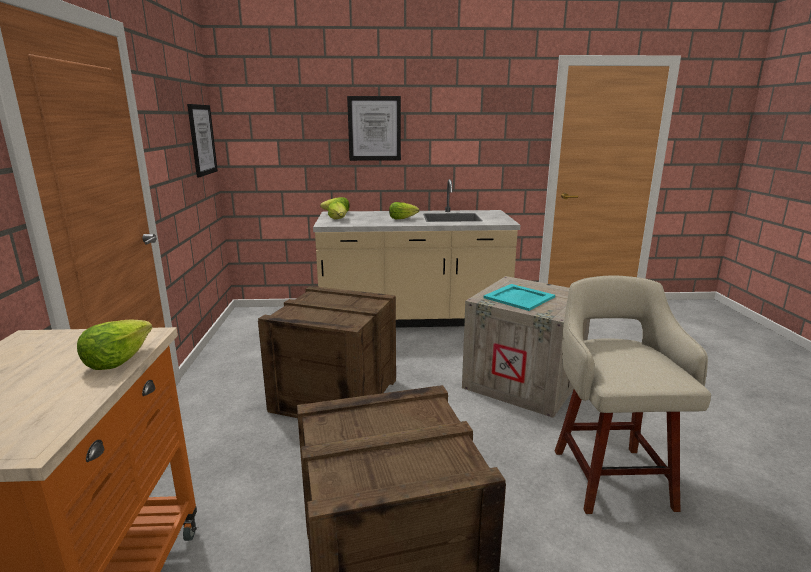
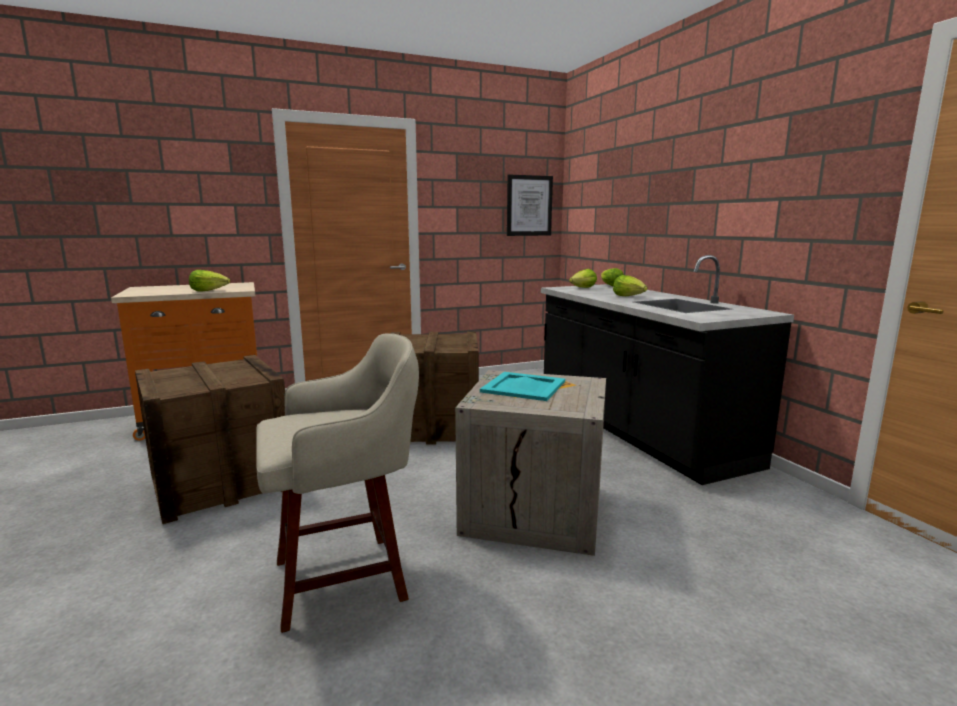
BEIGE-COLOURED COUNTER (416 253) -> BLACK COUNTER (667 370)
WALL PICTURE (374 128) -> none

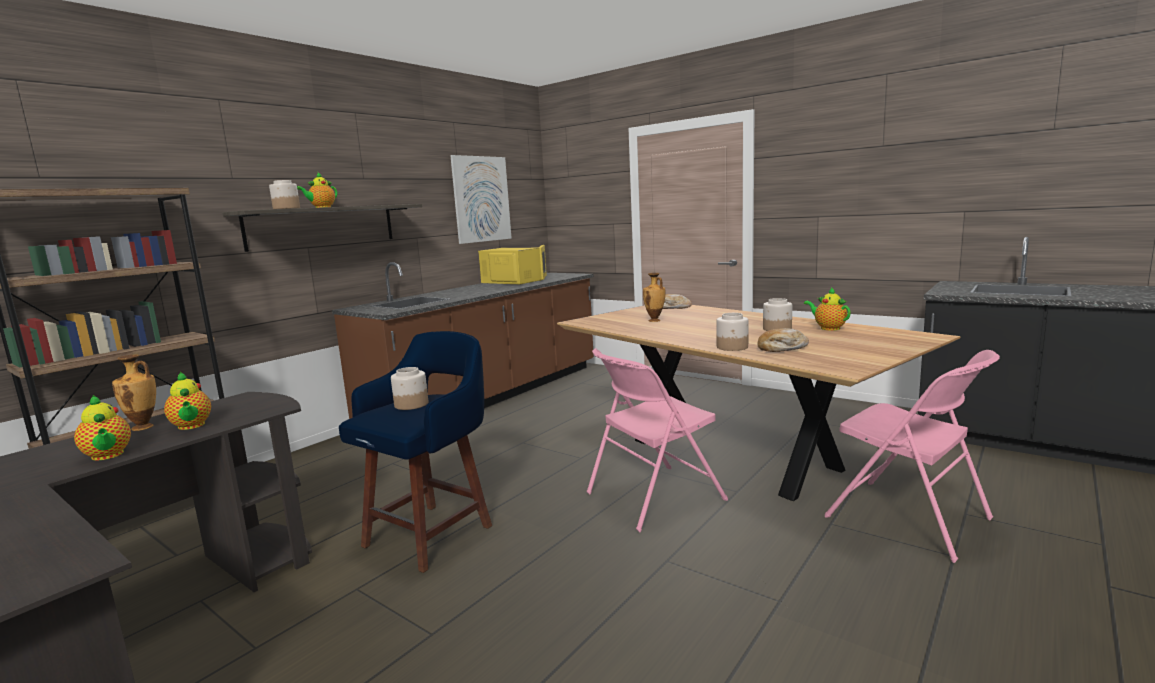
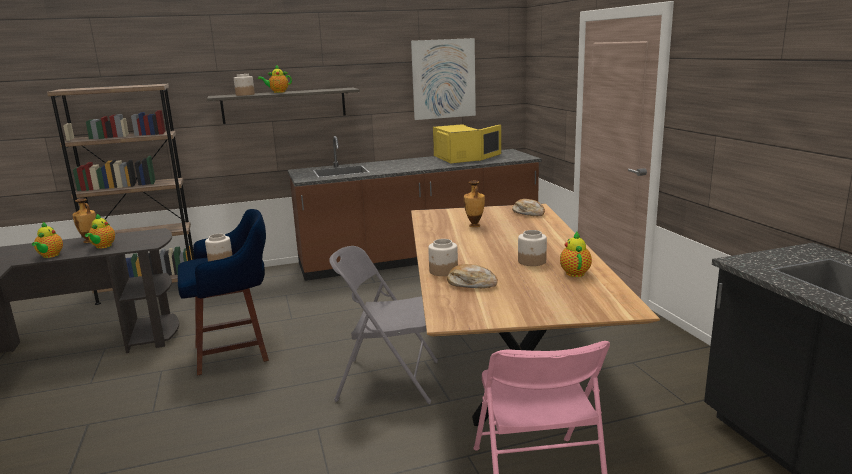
PINK-COLOURED CHAIR (657 440) -> GREYISH CHAIR (383 325)

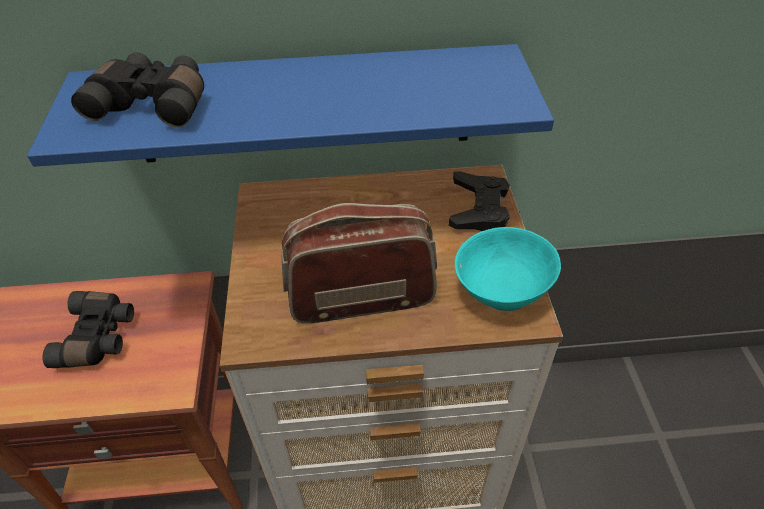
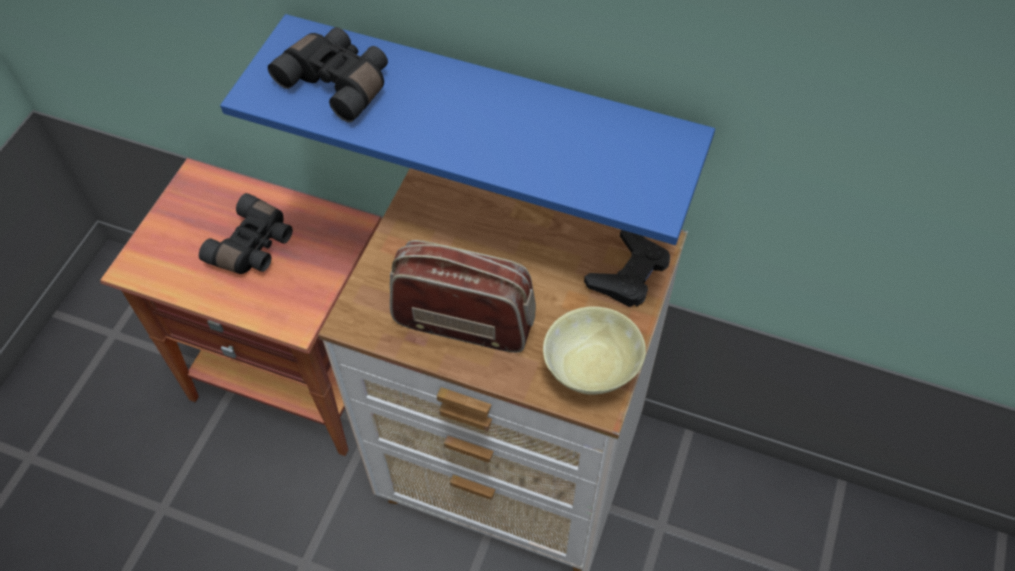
BLUE-GREEN BOWL (508 269) -> BEIGE-COLOURED BOWL (594 350)

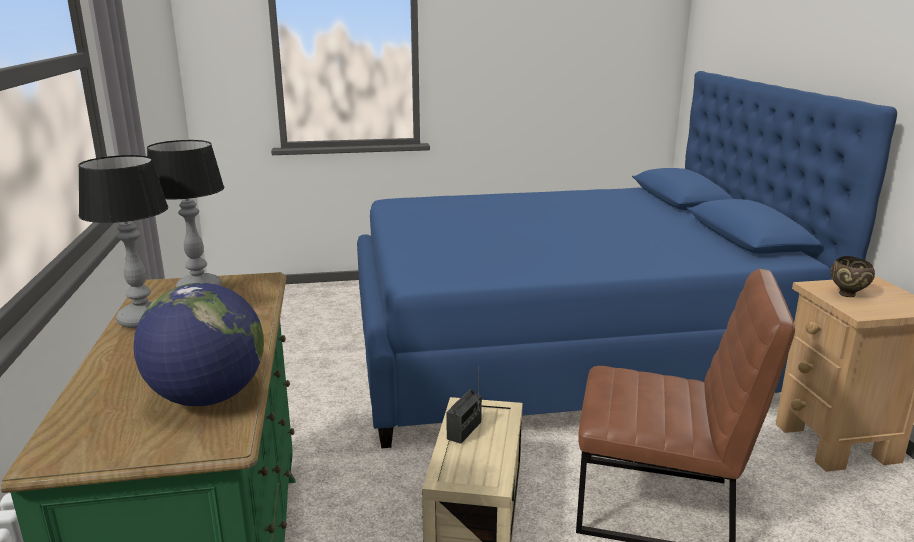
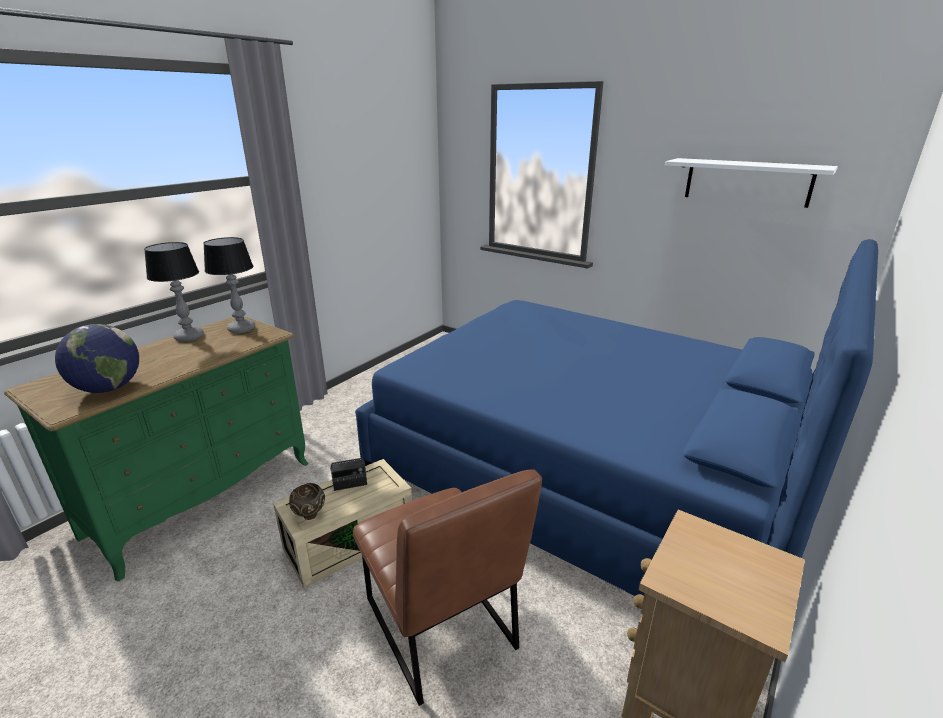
BROWNISH BOWL (853 276) -> BROWNISH BOWL (307 501), shifted
none -> WHITE SHELF (751 183)

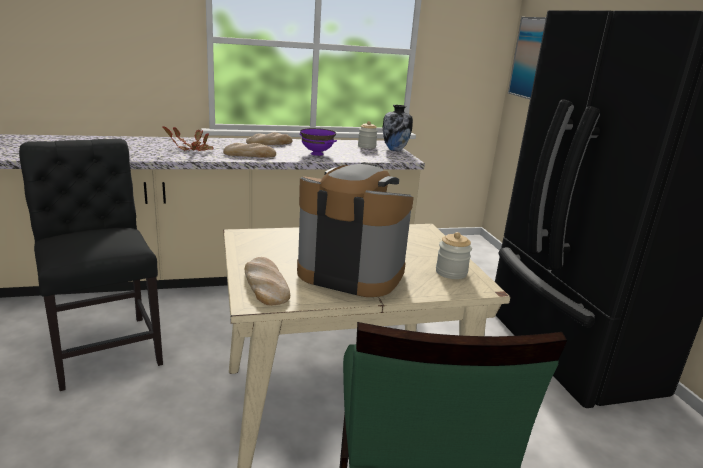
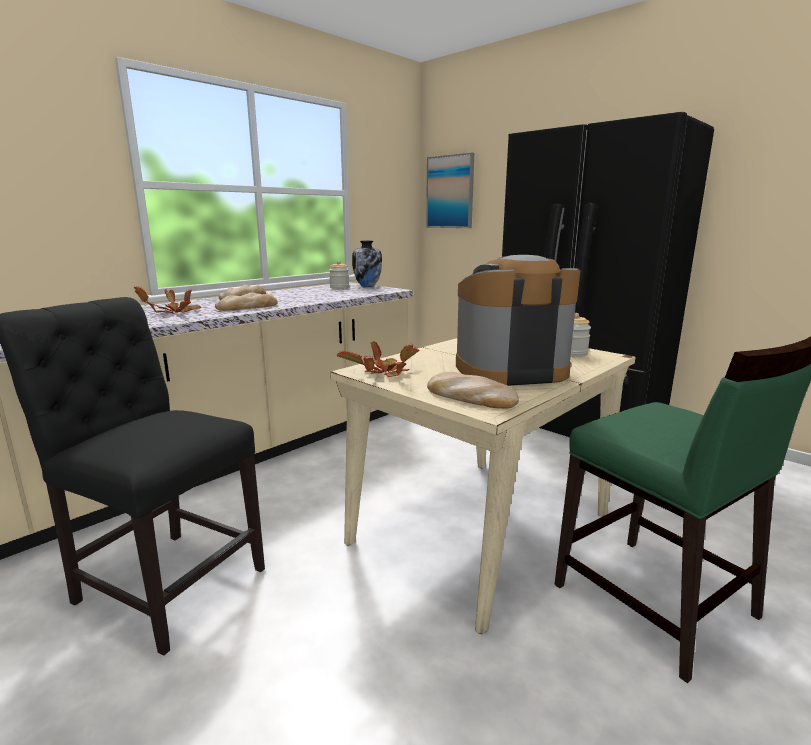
none -> PLANT IN A POT (378 359)
PURPLE-COLOURED BOWL (318 142) -> none

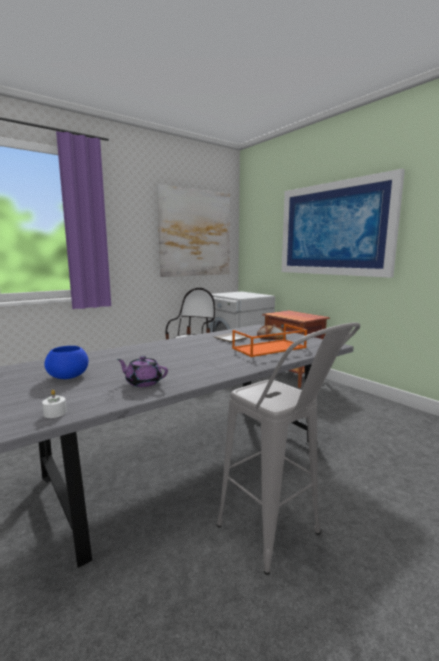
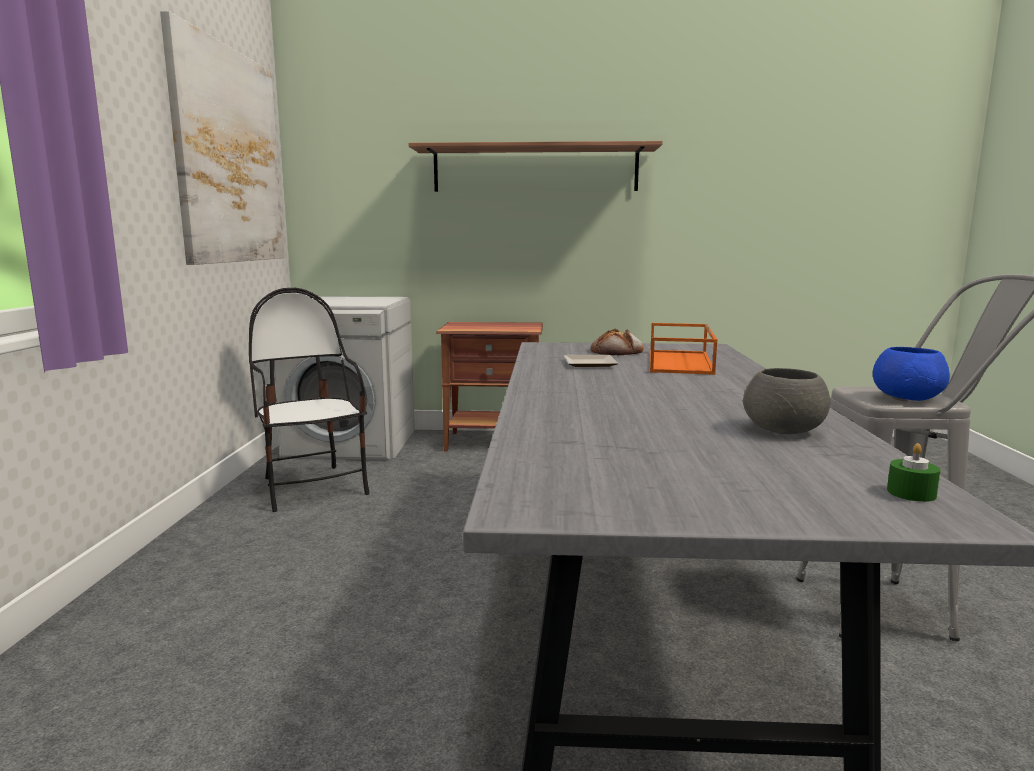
WALL PICTURE (343 223) -> SHELF (535 166)
PURPLE-COLOURED POT FOR TEA (142 371) -> GREYISH BOWL (786 401)
BLUISH BOWL (66 362) -> BLUISH BOWL (911 374), shifted
WHITE CANDLE (54 404) -> GREEN CANDLE (914 472)

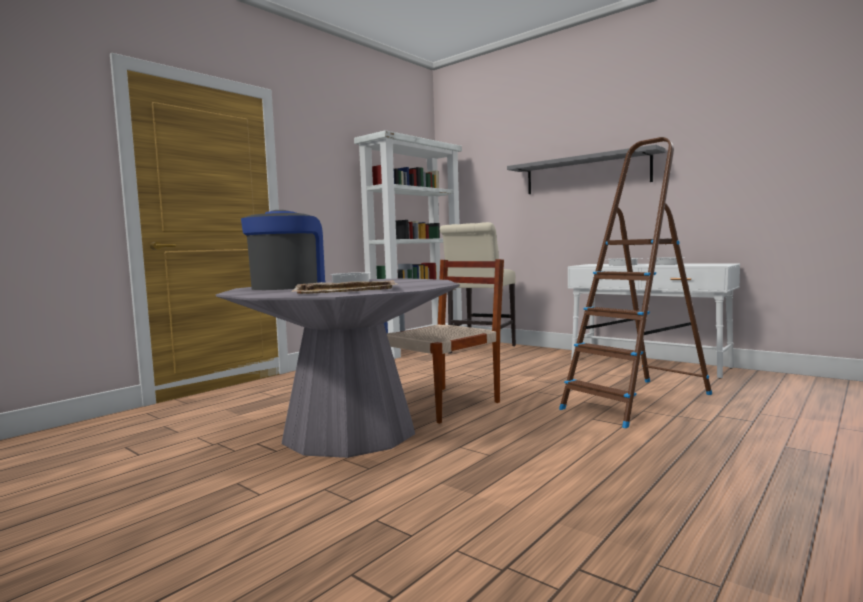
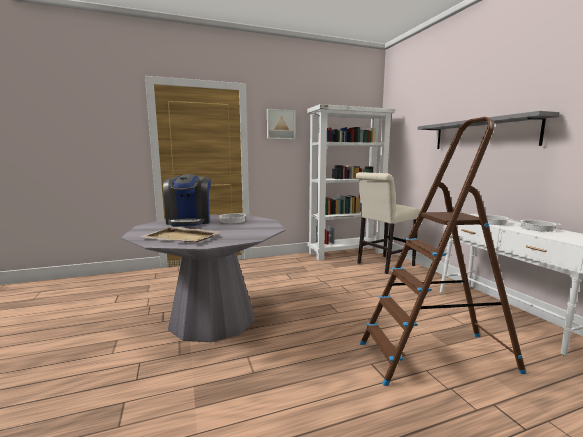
COFFEE MACHINE (283 250) -> COFFEE MACHINE (187 200), 135 degrees clockwise
none -> WALL PICTURE (281 124)
CHAIR (445 341) -> none

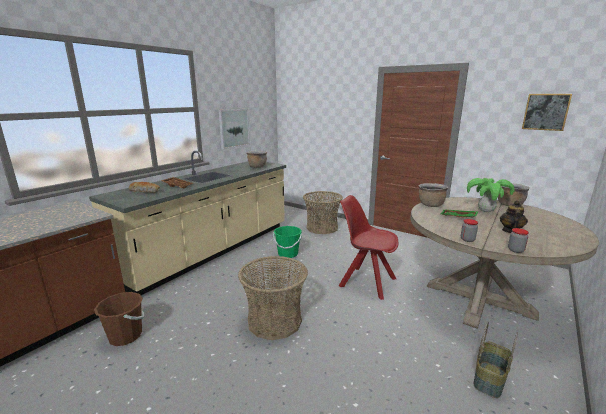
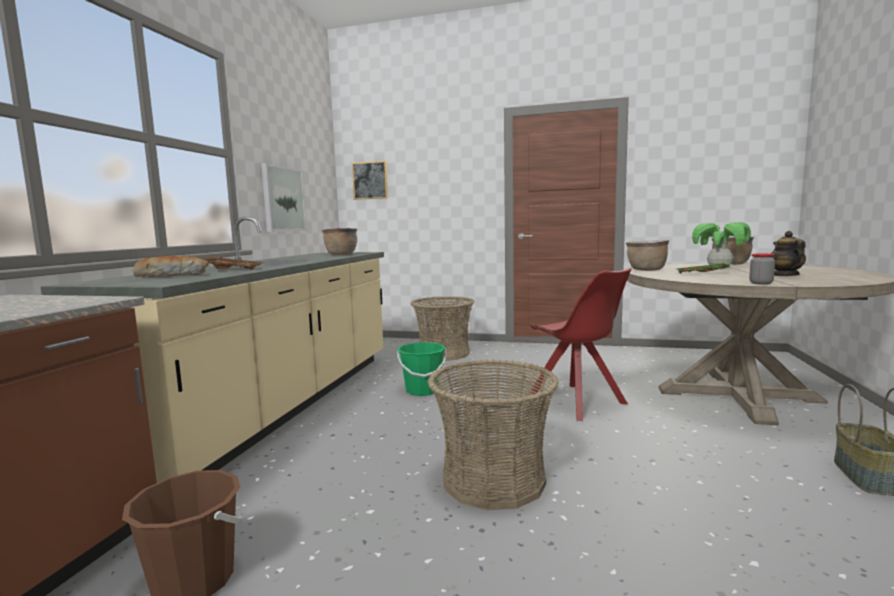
WALL PICTURE (547 112) -> WALL PICTURE (370 180), shifted
REDDISH CHAIR (368 247) -> REDDISH CHAIR (581 344), 135 degrees counterclockwise
JAR (518 240) -> none

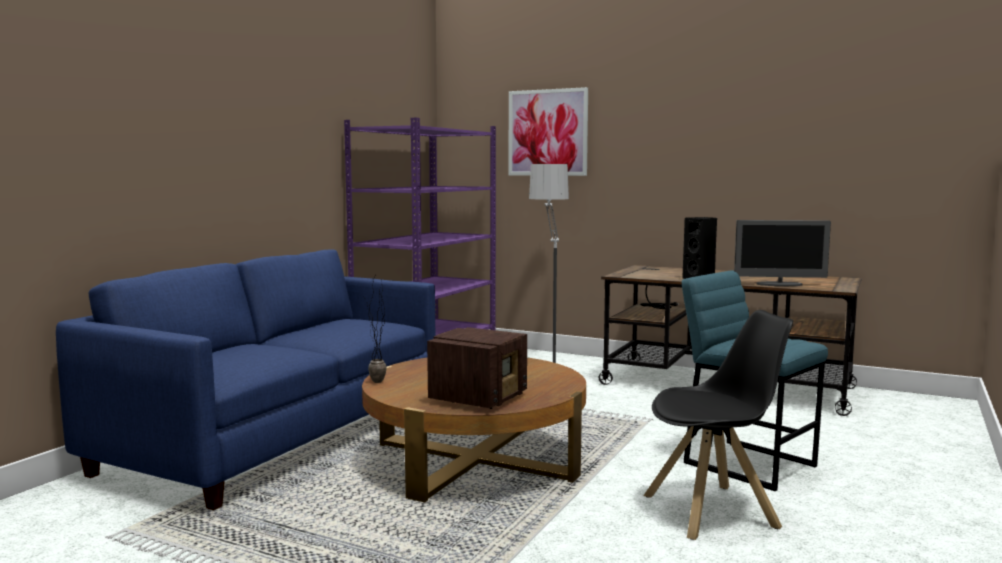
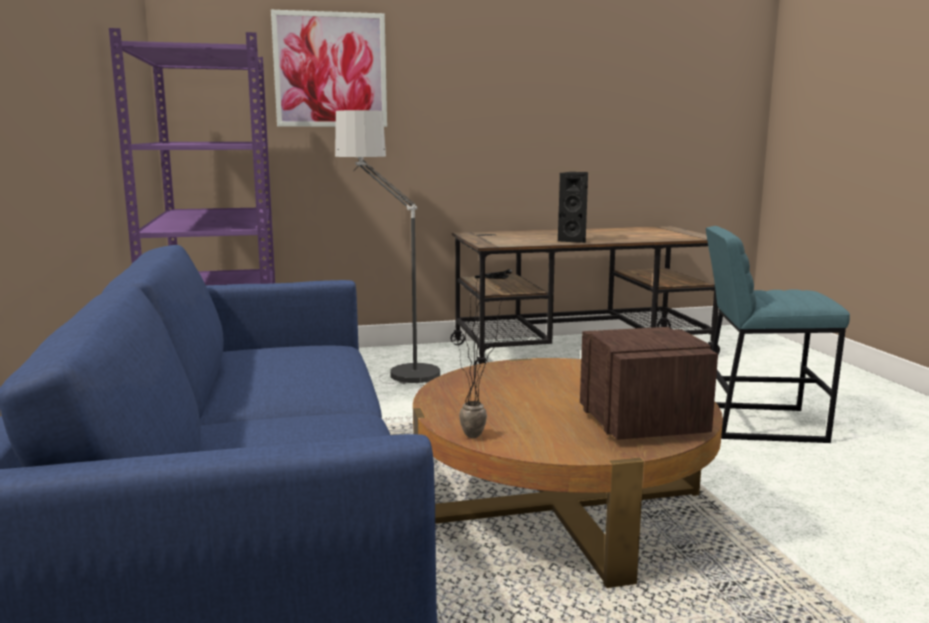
BLACK CHAIR (718 425) -> none
COMPUTER SCREEN (782 253) -> none

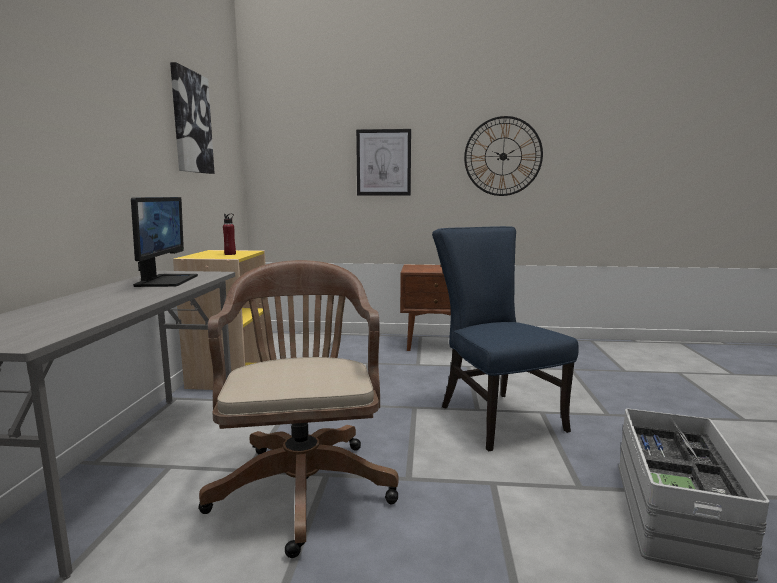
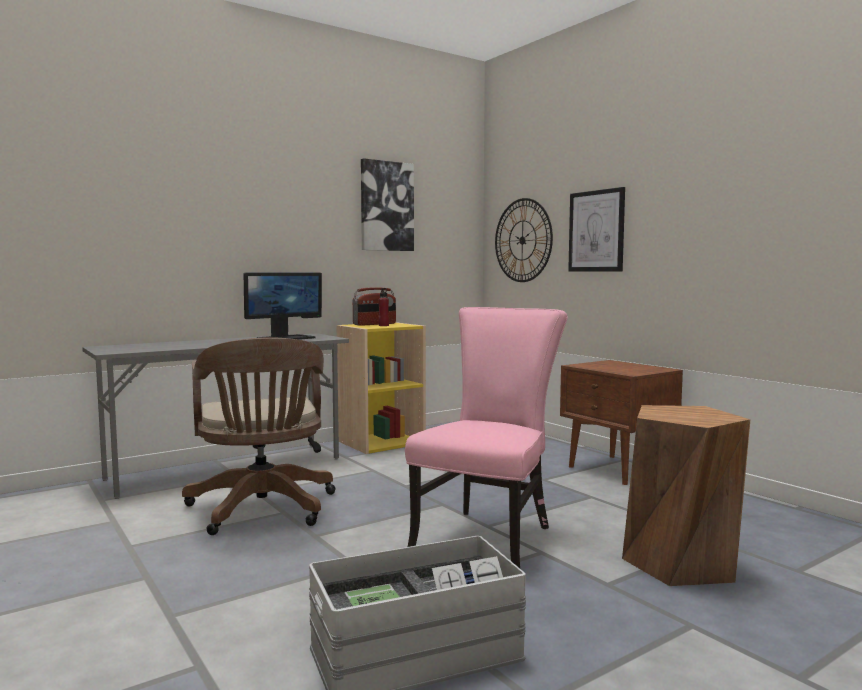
BROWNISH COMPUTER CHAIR (298 409) -> BROWNISH COMPUTER CHAIR (259 436), 120 degrees clockwise
none -> RADIO (374 306)
BLUISH CHAIR (505 339) -> PINK-COLOURED CHAIR (486 437)
WALL CLOCK (503 156) -> WALL CLOCK (524 240), shifted
none -> BROWNISH STOOL SEAT (686 495)

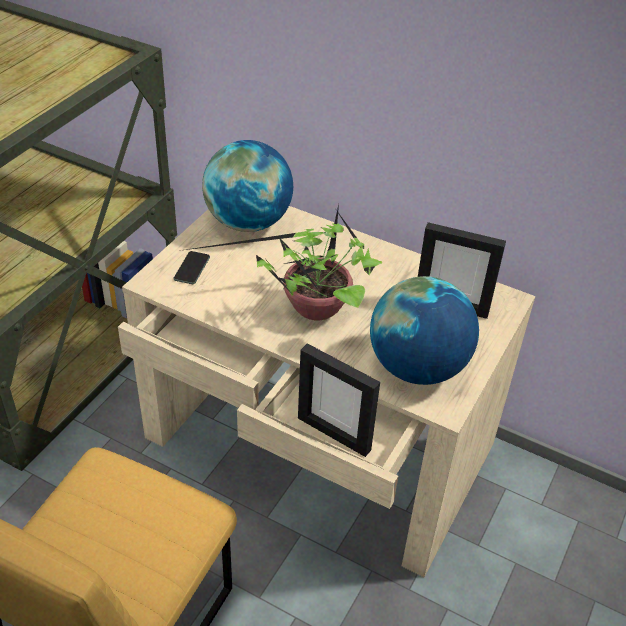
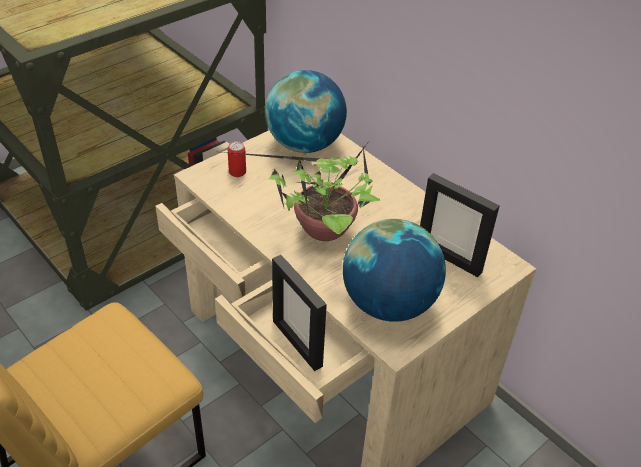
PHONE (191 267) -> METAL CAN (237 159)

